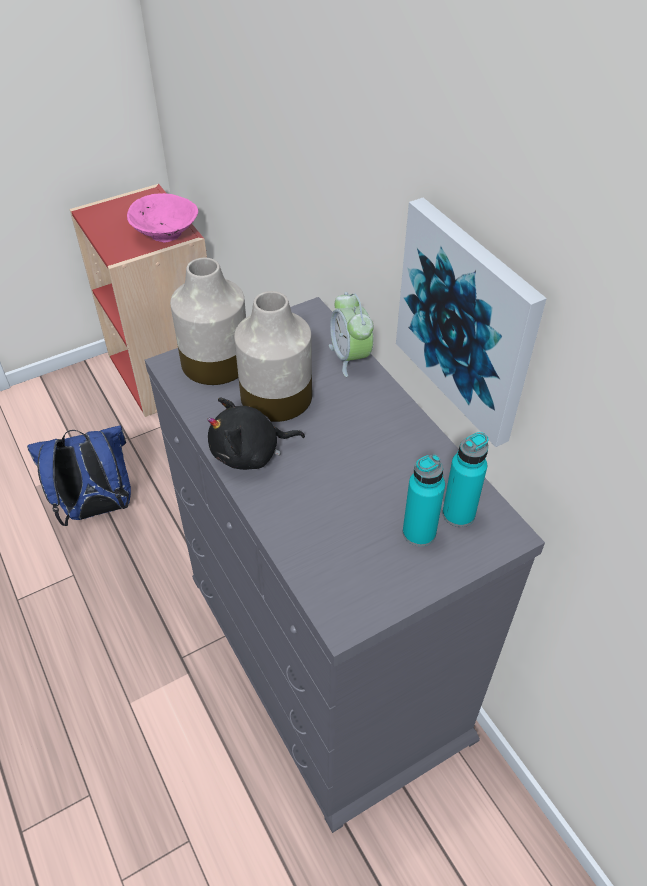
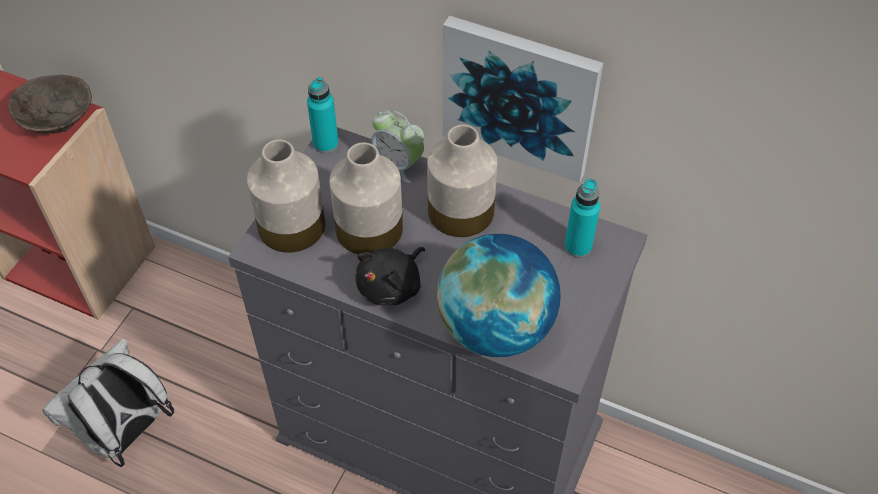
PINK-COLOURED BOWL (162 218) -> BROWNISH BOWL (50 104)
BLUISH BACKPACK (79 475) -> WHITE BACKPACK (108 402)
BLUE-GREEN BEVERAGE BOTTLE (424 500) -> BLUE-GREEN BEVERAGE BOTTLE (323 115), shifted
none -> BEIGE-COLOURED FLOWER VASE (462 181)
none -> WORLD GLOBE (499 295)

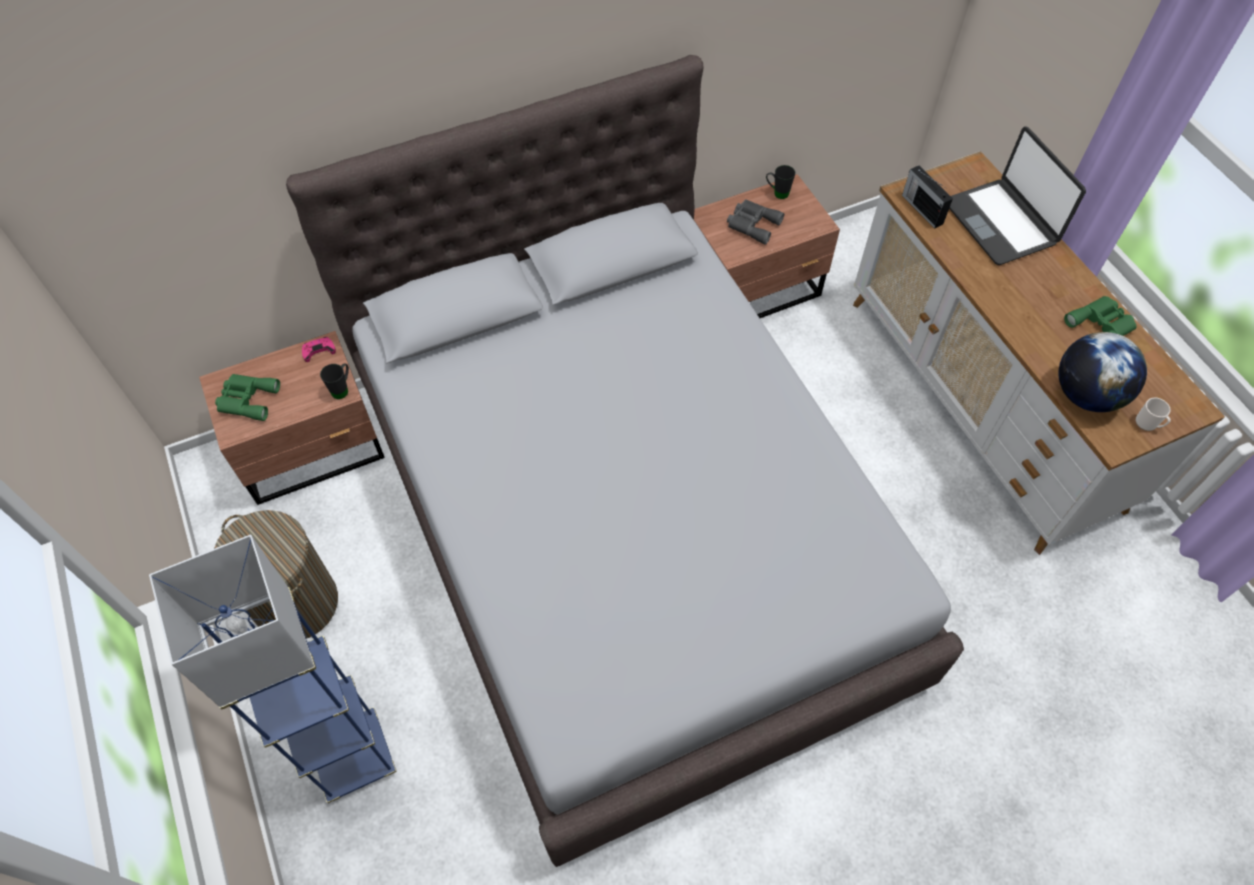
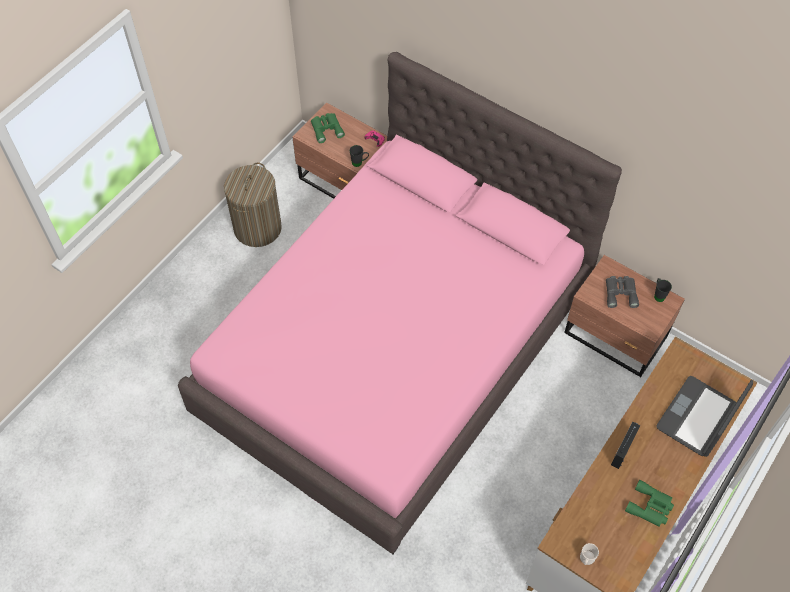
GREYISH BED (625 461) -> PINK-COLOURED BED (400 303)
RADIO (927 197) -> RADIO (625 445), shifted
BLUISH STANDARD LAMP (272 669) -> none
WORLD GLOBE (1102 372) -> none

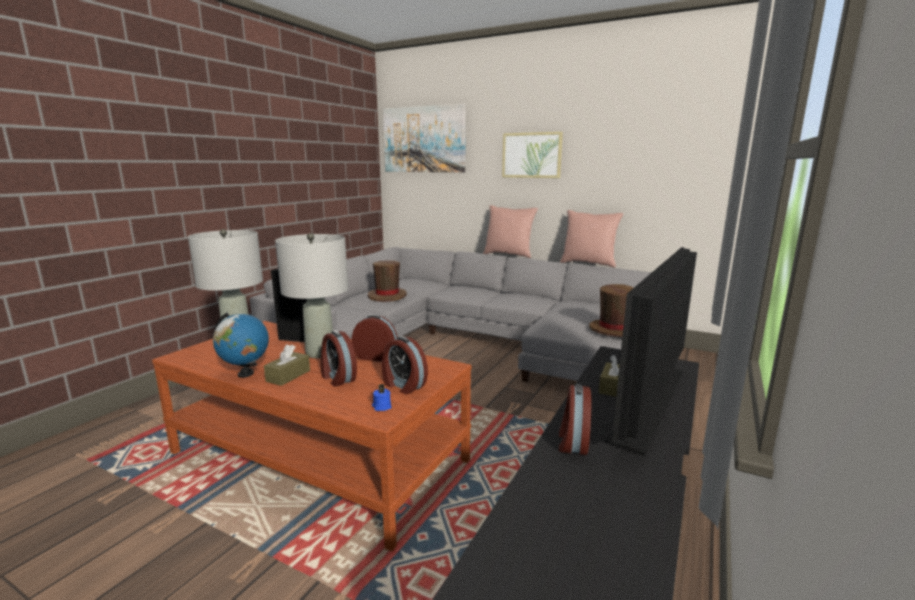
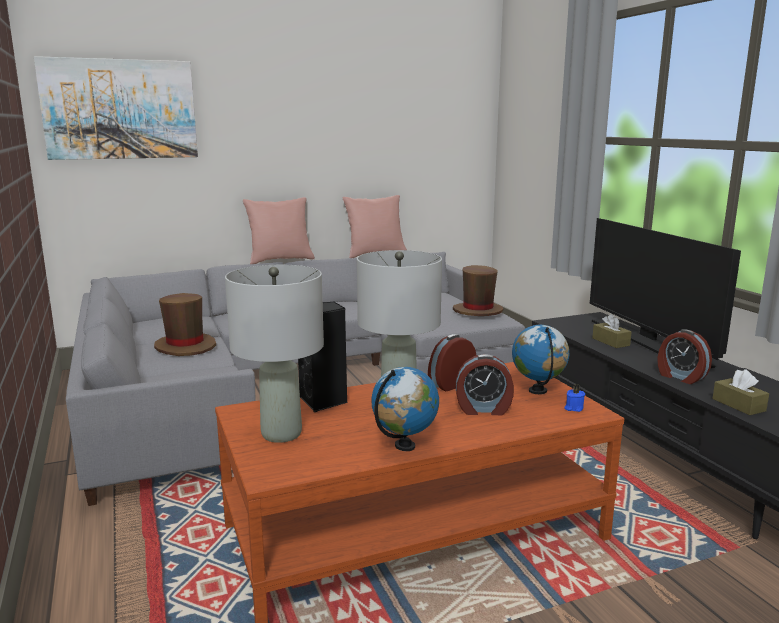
BEDSIDE CLOCK (405 365) -> WORLD GLOBE (540 359)
BROWNISH TISSUE BOX (287 365) -> BROWNISH TISSUE BOX (740 392), shifted
WALL PICTURE (532 155) -> none

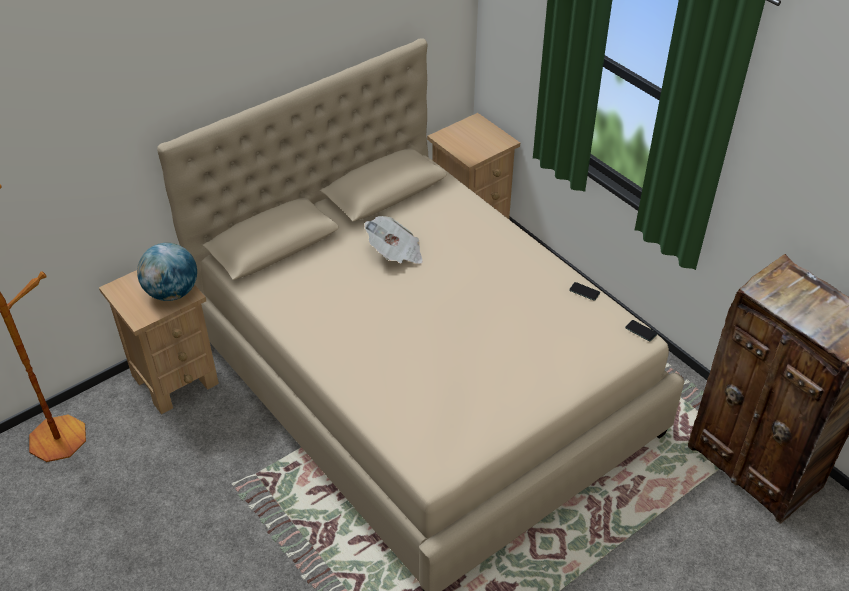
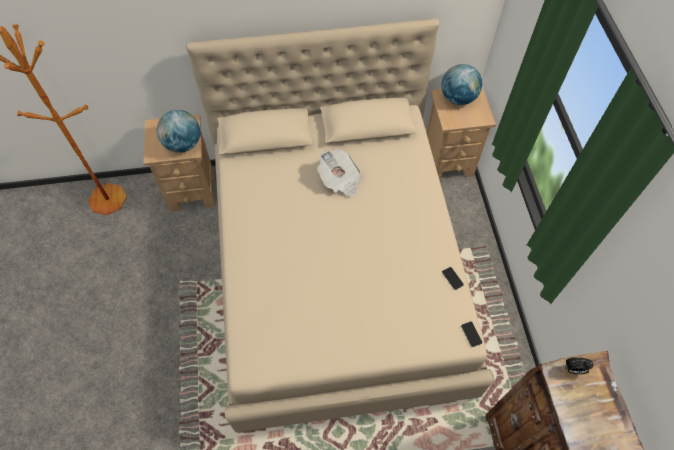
none -> WORLD GLOBE (461 84)
none -> BEDSIDE CLOCK (579 365)

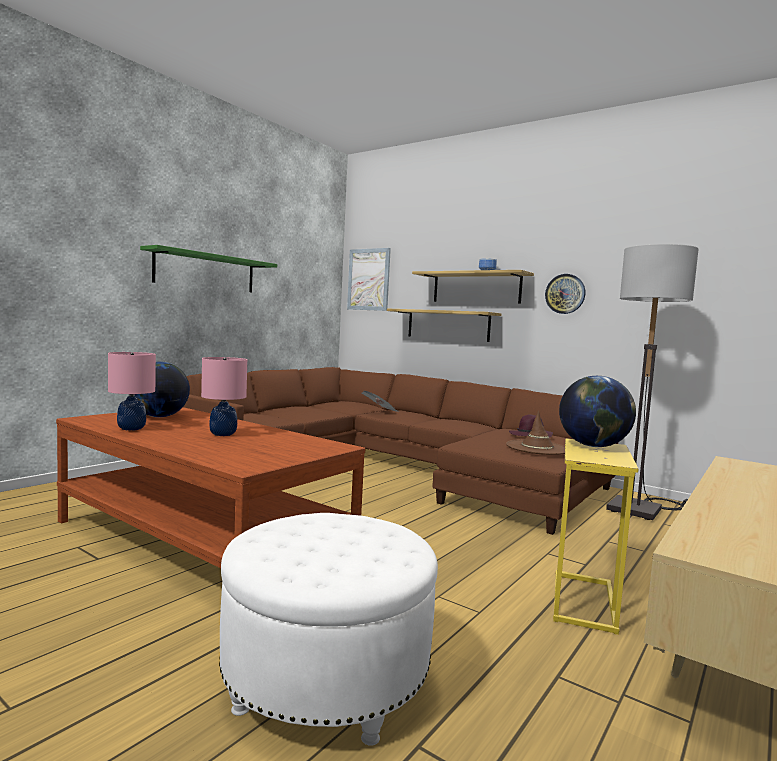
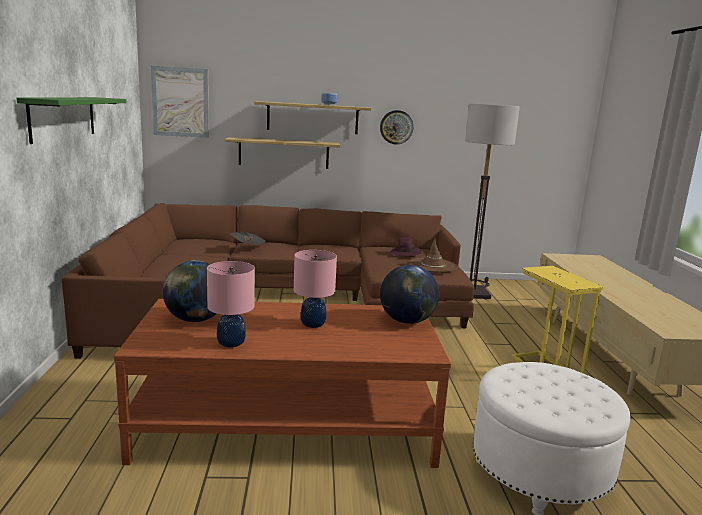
WORLD GLOBE (597 411) -> WORLD GLOBE (409 294), shifted

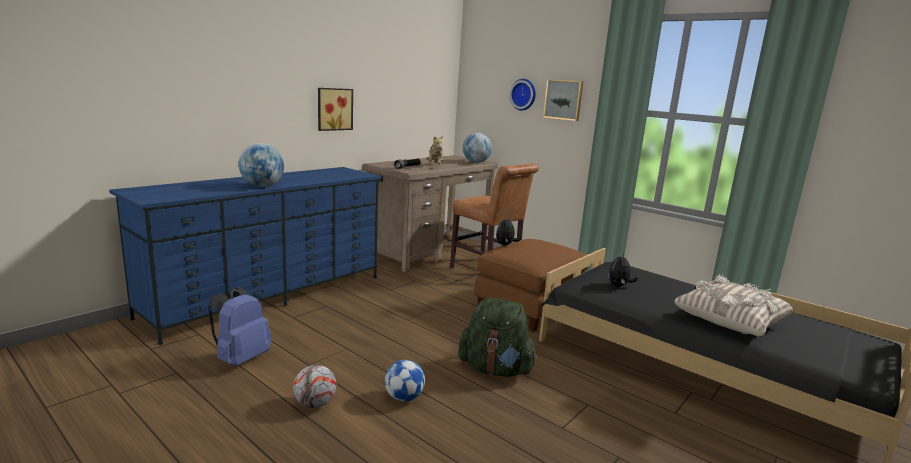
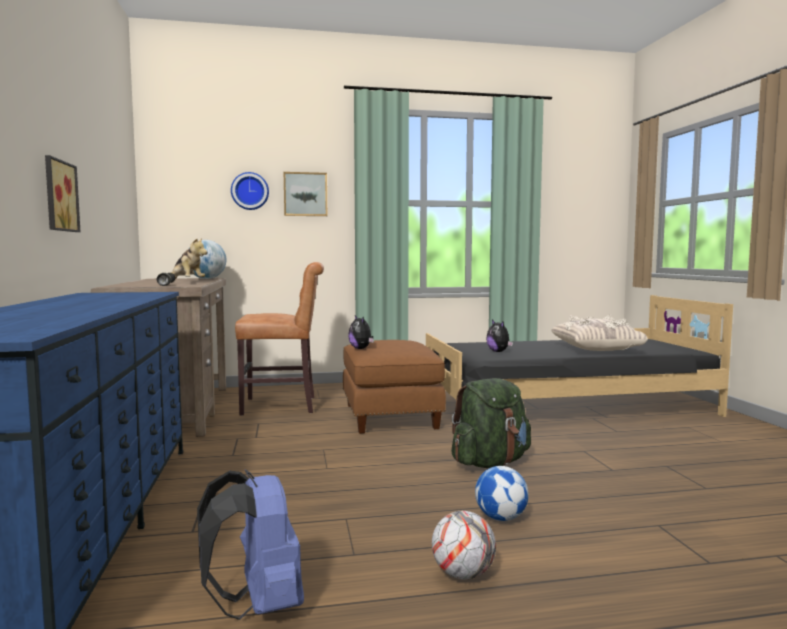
WORLD GLOBE (261 165) -> none

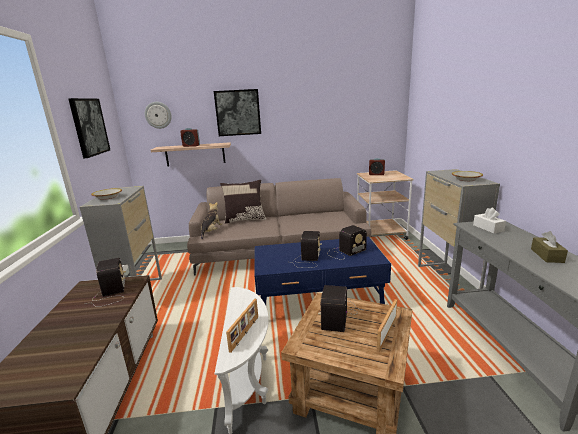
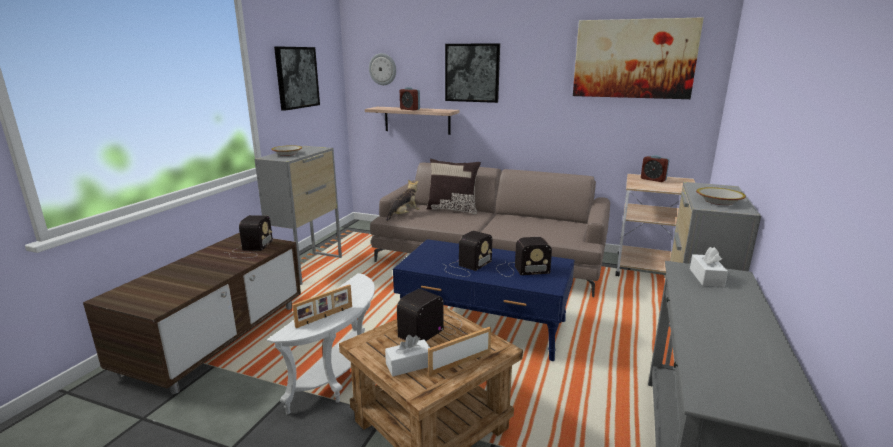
none -> WHITE TISSUE BOX (407 355)
none -> WALL PICTURE (638 58)
BROWNISH TISSUE BOX (549 247) -> none

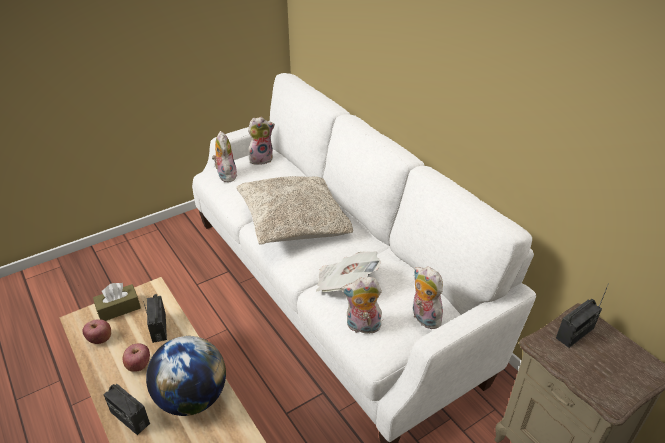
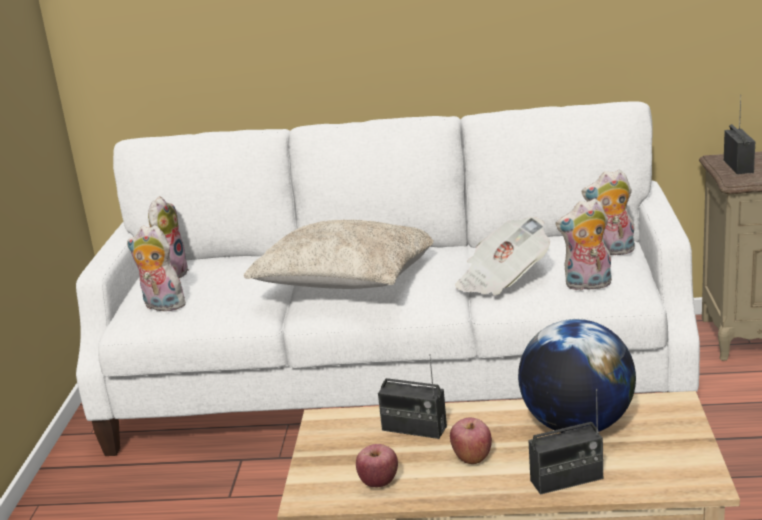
SOFT TOY (361 305) -> SOFT TOY (584 244), 45 degrees clockwise
BROWNISH TISSUE BOX (117 302) -> none

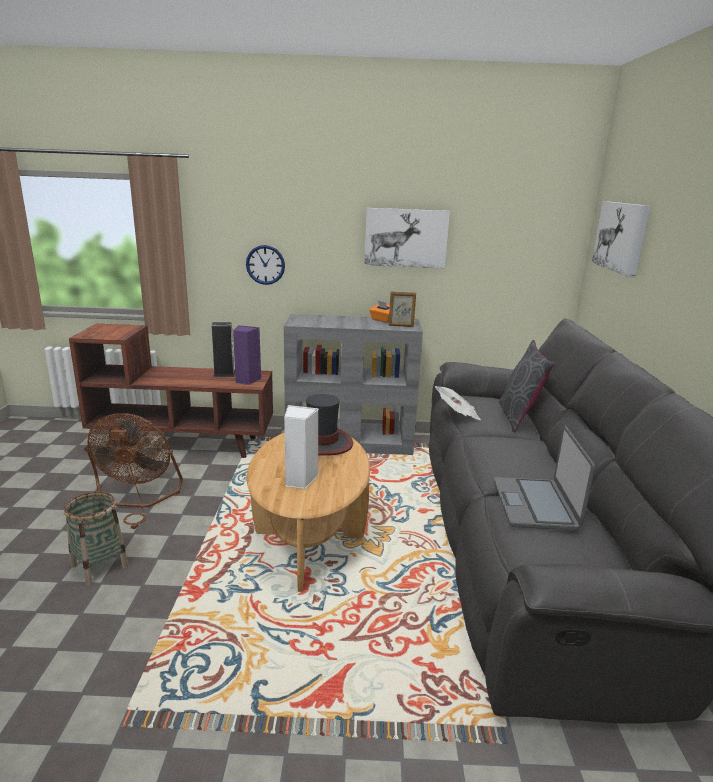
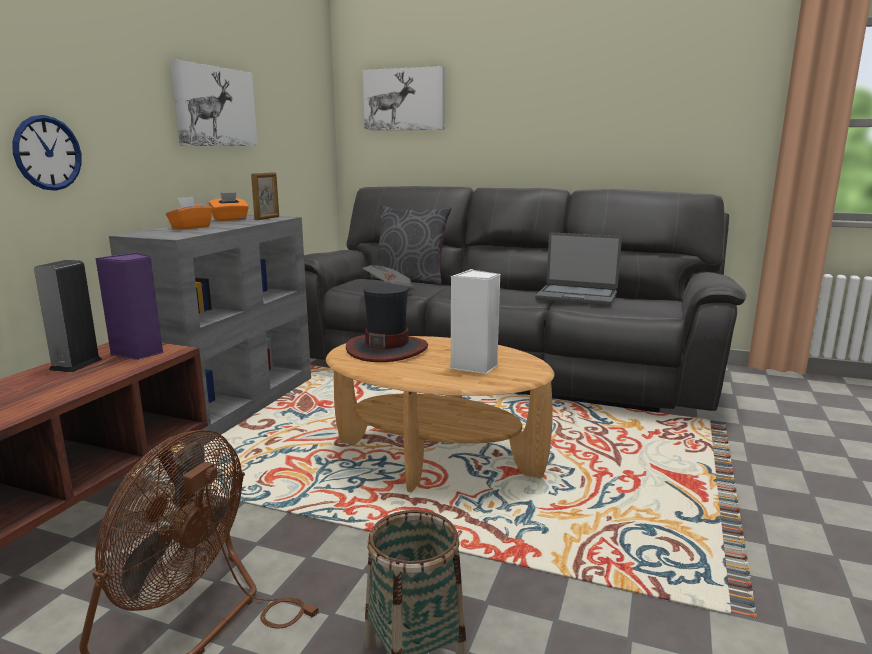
none -> ORANGEY TISSUE BOX (189 213)

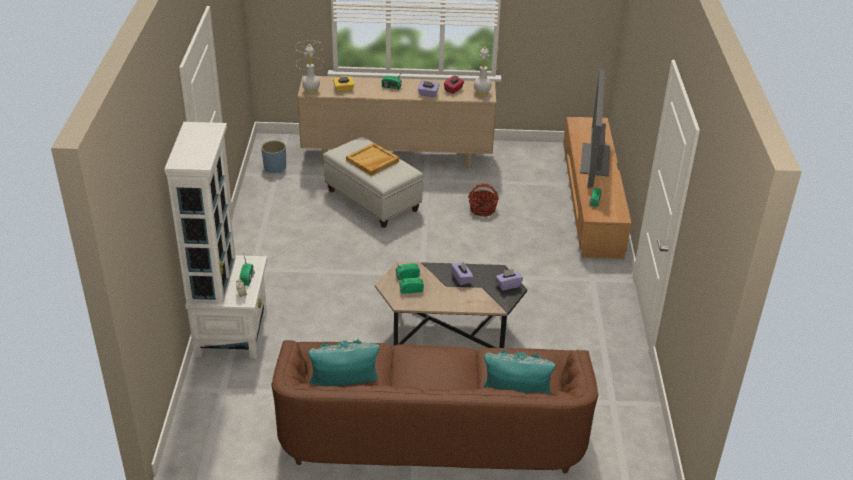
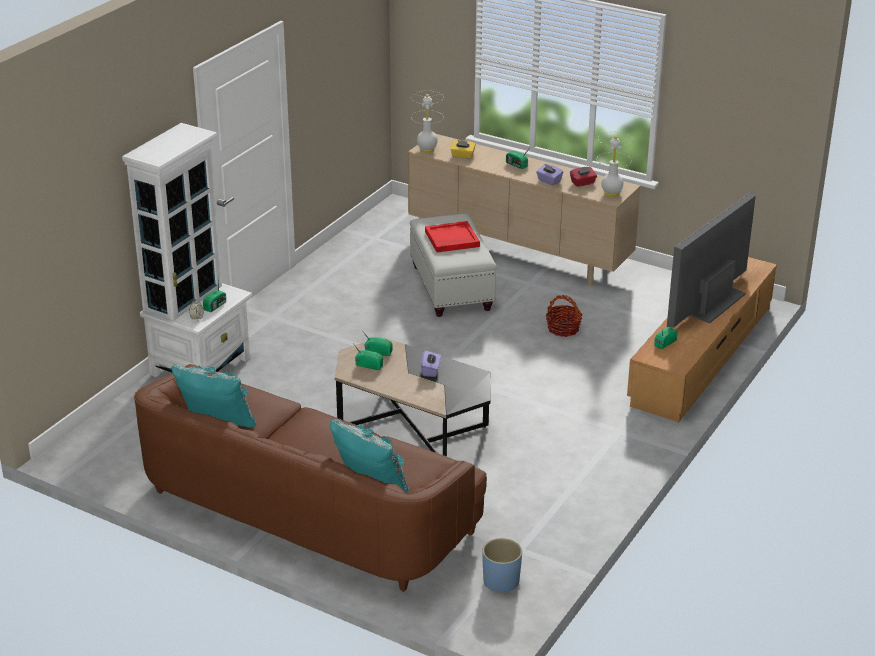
BEIGE-COLOURED TRAY (372 159) -> REDDISH TRAY (452 237)
BLUISH PLANT POT (273 156) -> BLUISH PLANT POT (502 566), shifted
PURPLE-COLOURED TISSUE BOX (509 280) -> none

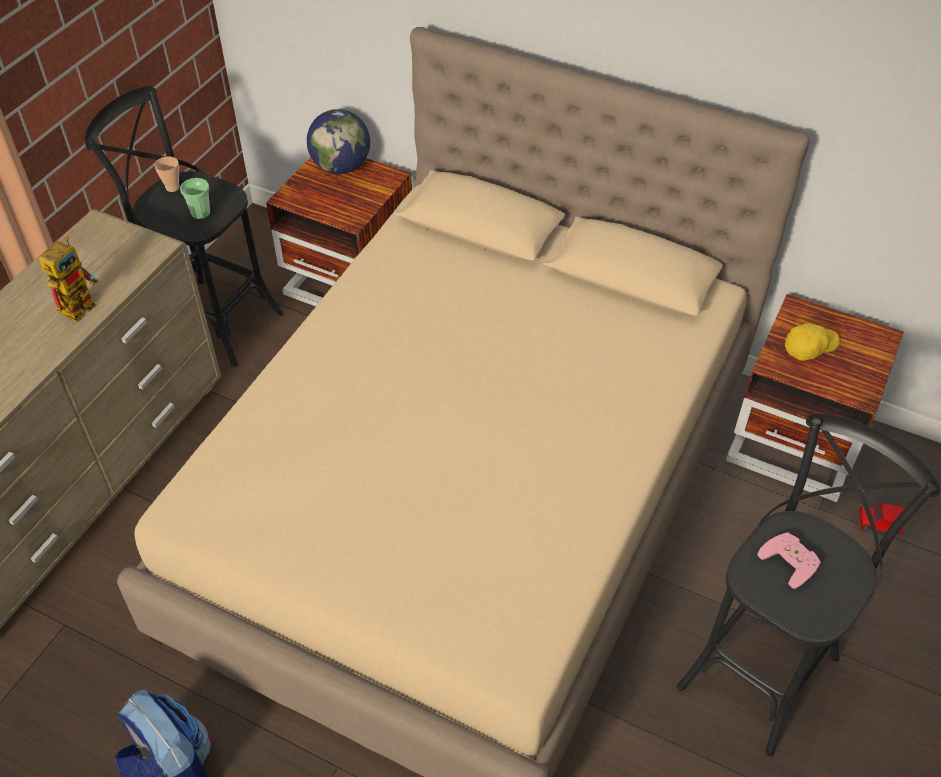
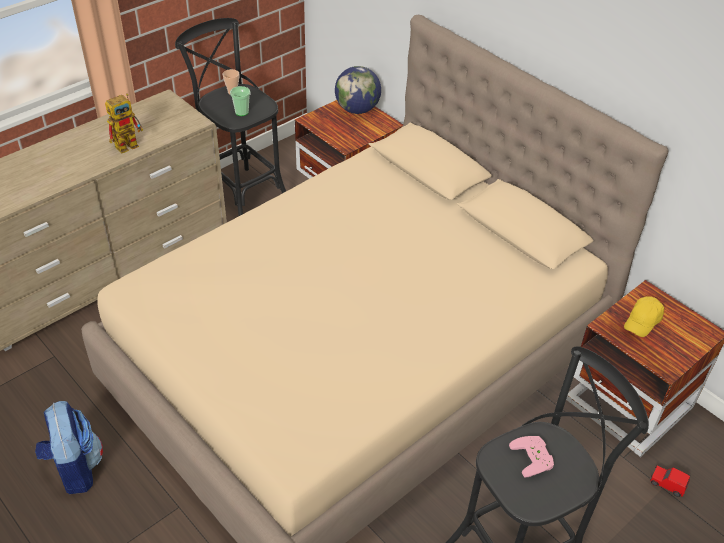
YELLOWISH BASEBALL CAP (812 342) -> YELLOWISH BASEBALL CAP (644 316), 135 degrees clockwise

